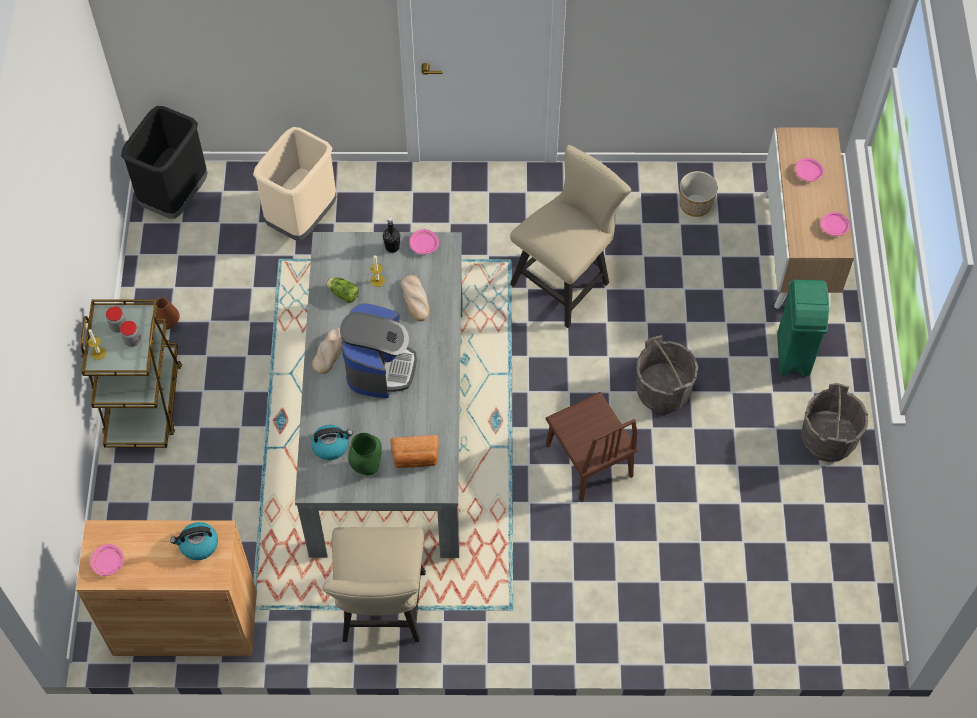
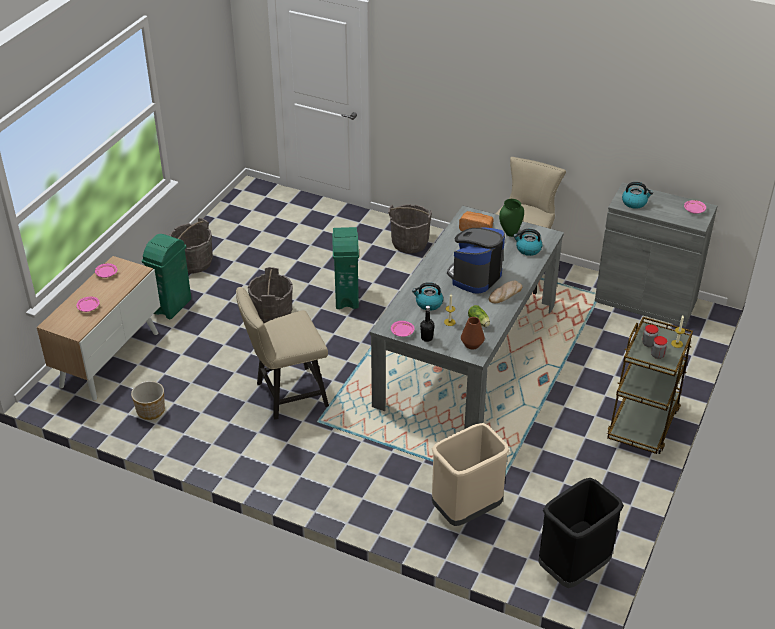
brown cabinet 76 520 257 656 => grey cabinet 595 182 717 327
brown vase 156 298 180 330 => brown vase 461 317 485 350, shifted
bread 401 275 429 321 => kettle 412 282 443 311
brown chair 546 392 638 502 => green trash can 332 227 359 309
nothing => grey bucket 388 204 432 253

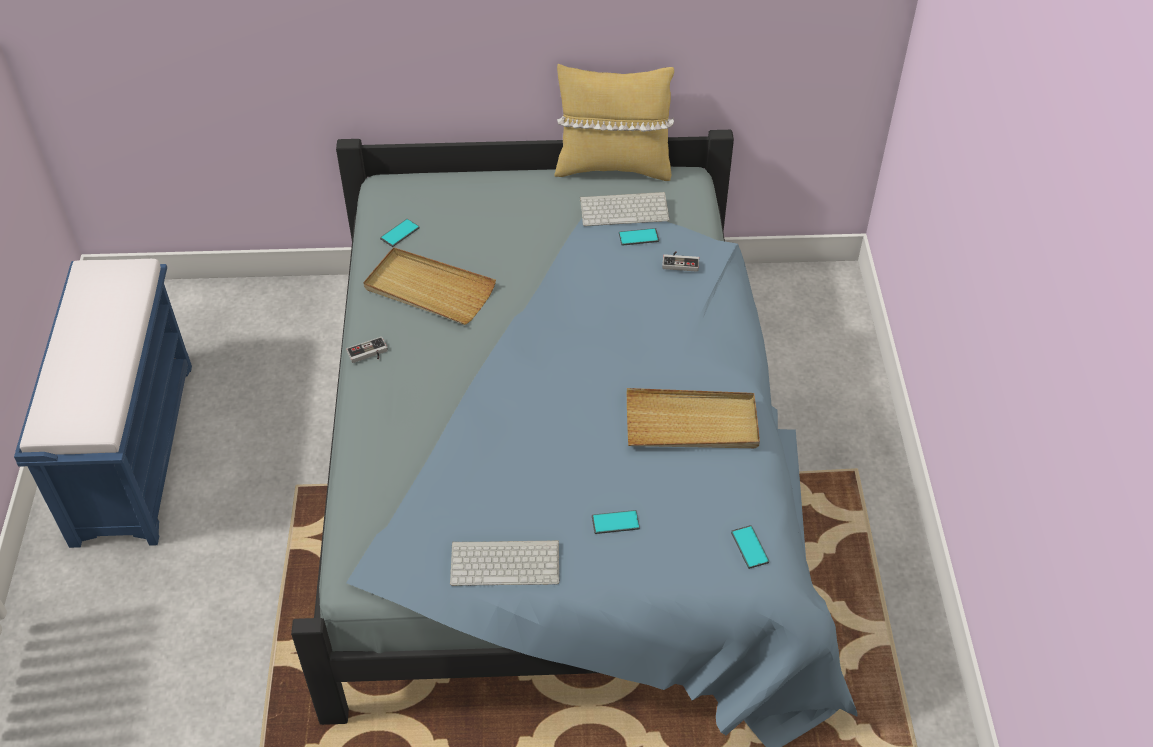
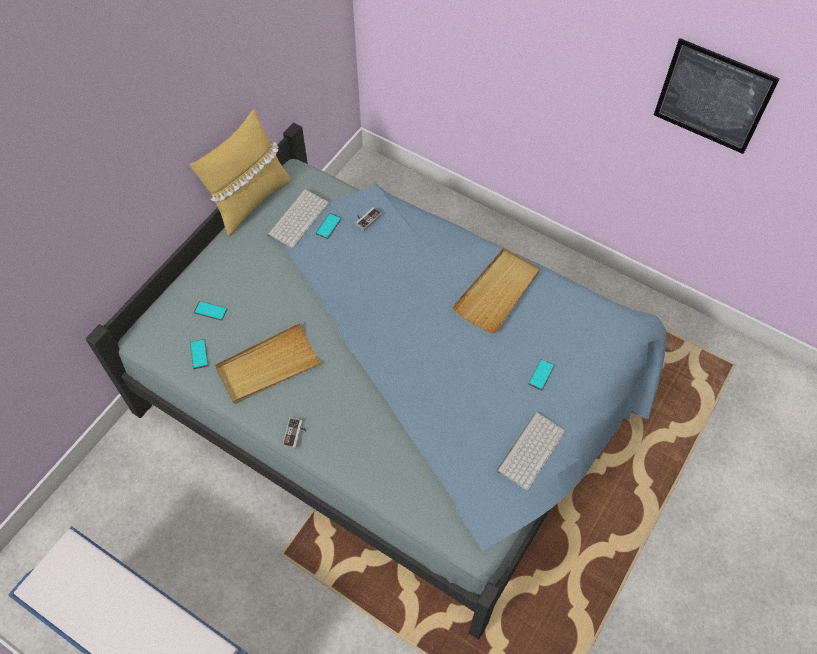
phone 731 525 769 569 => phone 194 301 227 321, shifted
nothing => picture 654 38 780 154

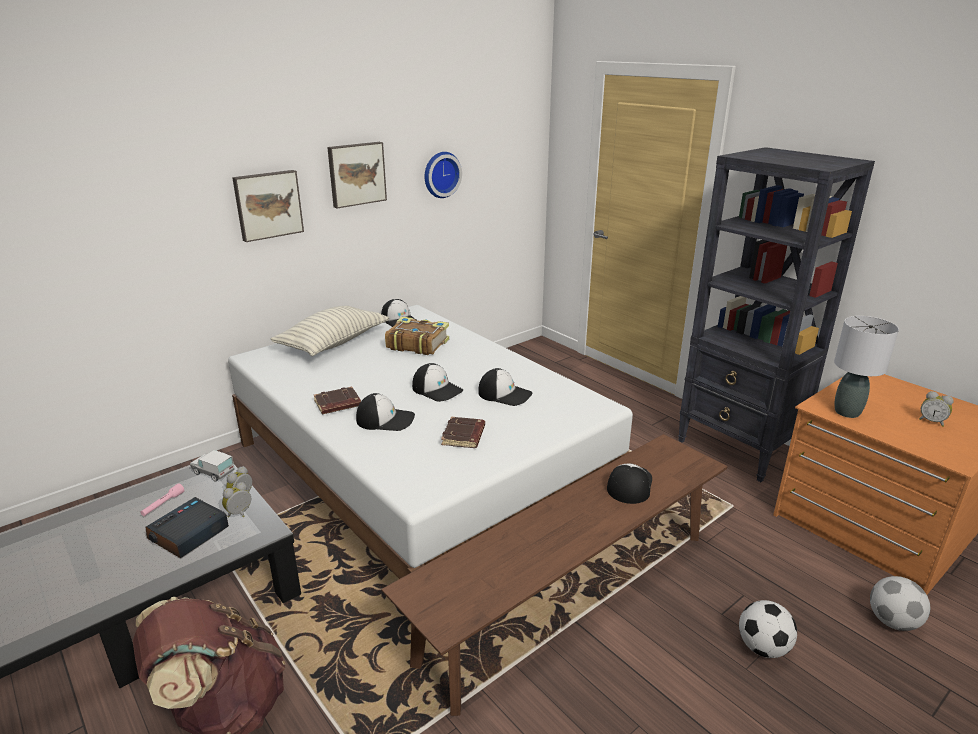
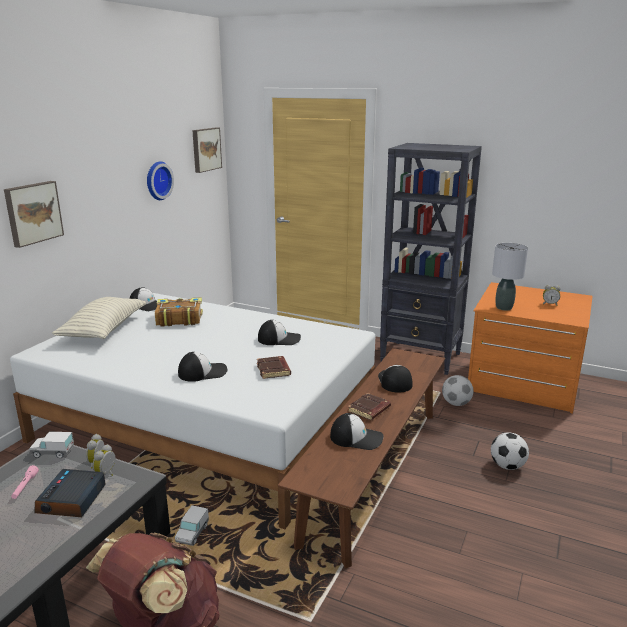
brown book 314 386 361 414 => brown book 348 393 391 420, shifted
picture 327 142 387 208 => picture 192 127 222 173, shifted
cap 412 363 463 402 => cap 330 413 384 450, shifted
football 870 576 930 631 => football 442 375 474 406, shifted
nothing => toy truck 175 505 209 546

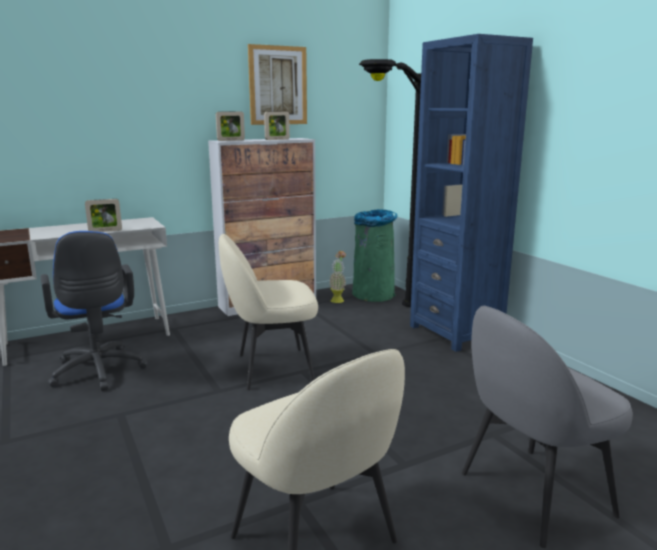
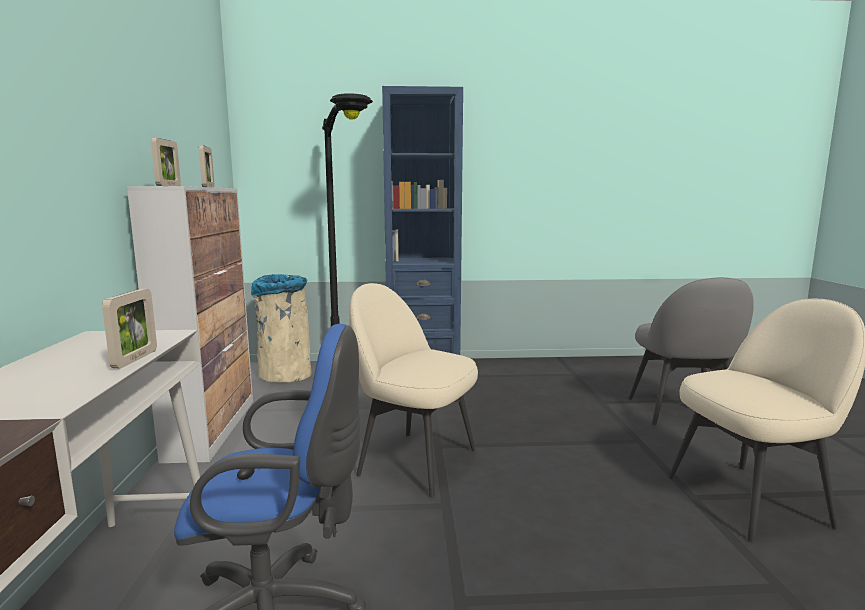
beige chair 219 234 318 390 => beige chair 349 283 478 497, 105 degrees clockwise
picture 248 44 307 125 => nothing
potted plant 329 251 346 303 => nothing
green trash can 352 209 397 302 => beige trash can 251 274 312 383

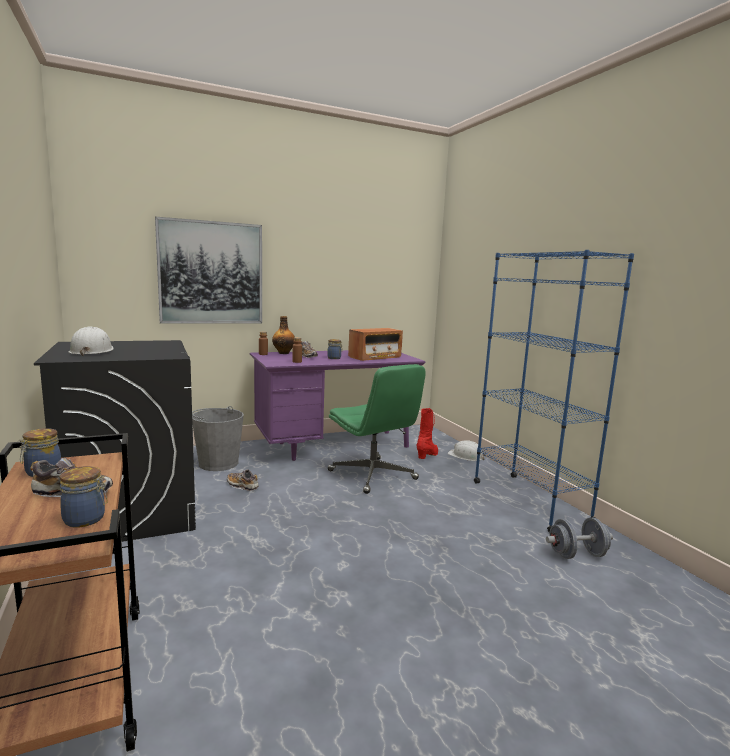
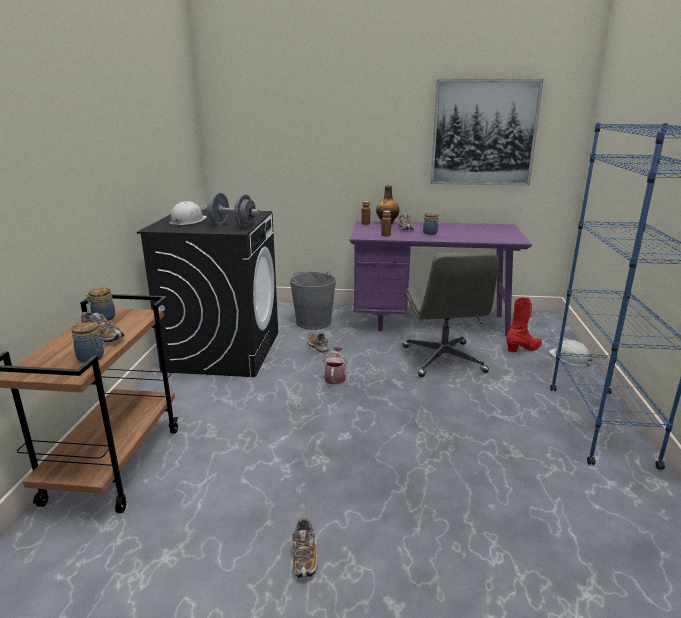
picture 155 217 262 324 => picture 431 79 543 186, shifted
green office chair 328 364 426 494 => grey office chair 403 251 499 377
radio 348 328 403 361 => nothing
grey dumbbell 546 518 613 559 => grey dumbbell 205 193 259 228, shifted
nothing => shoe 292 516 318 579
nothing => watering can 323 347 347 385

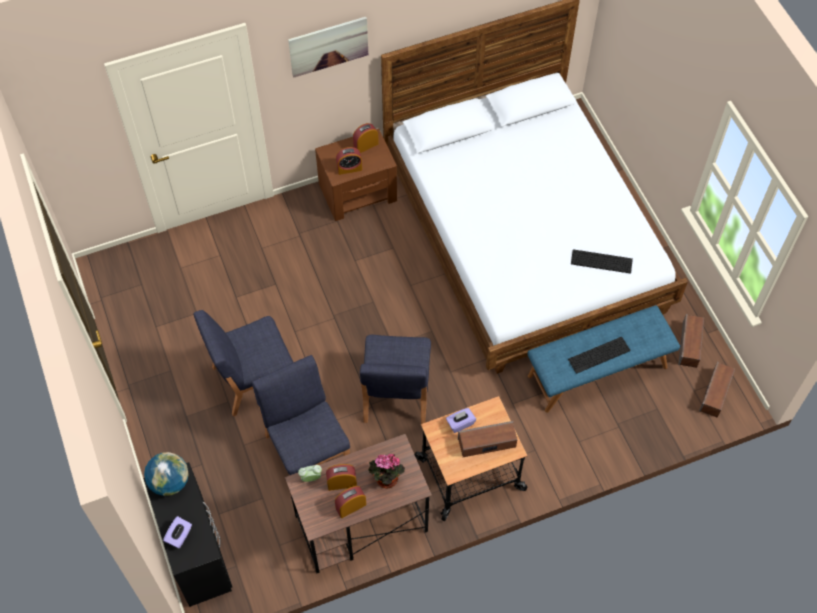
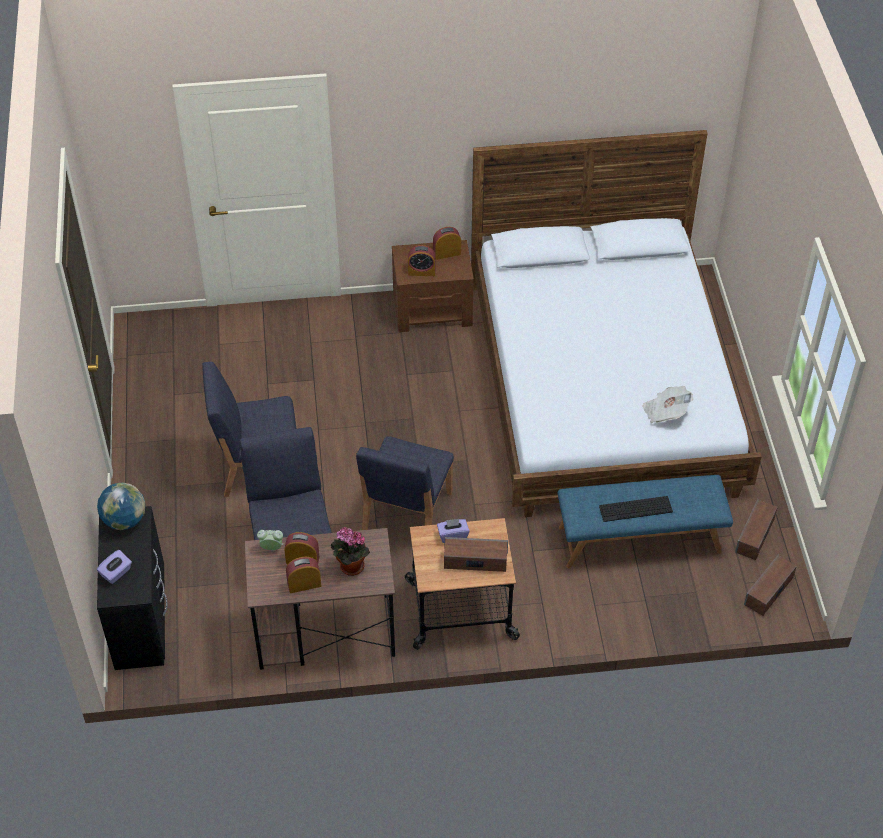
picture 288 17 368 78 => nothing
keyboard 571 249 633 274 => newspaper 643 386 693 423

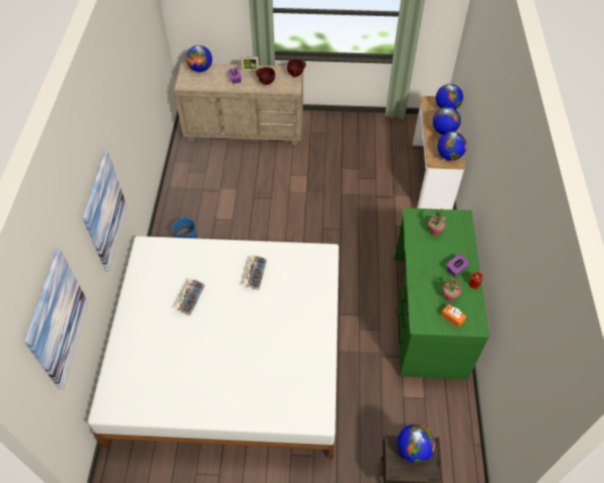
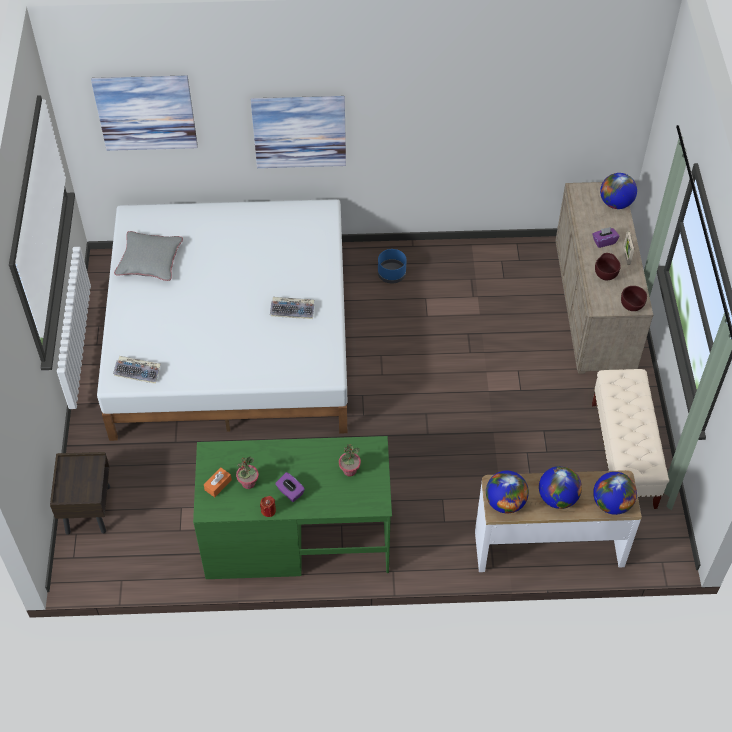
keyboard 174 278 205 316 => keyboard 113 356 161 384, shifted
globe 397 424 435 463 => nothing
nothing => grey pillow 114 231 183 281
nothing => beige bench 592 369 669 509

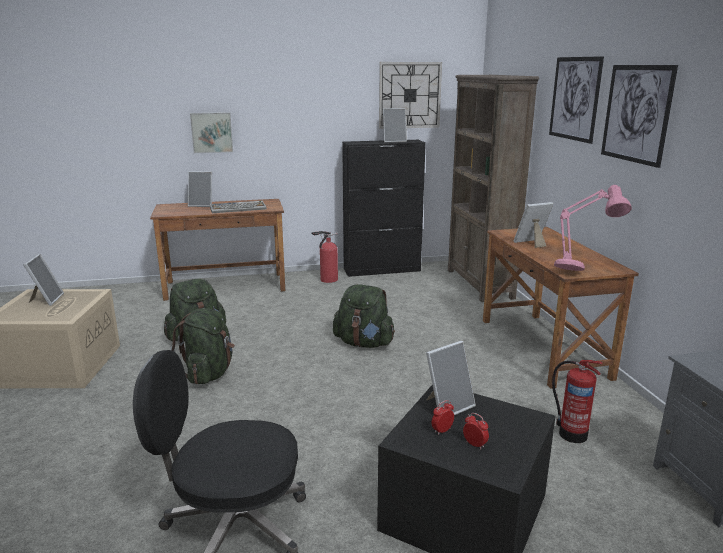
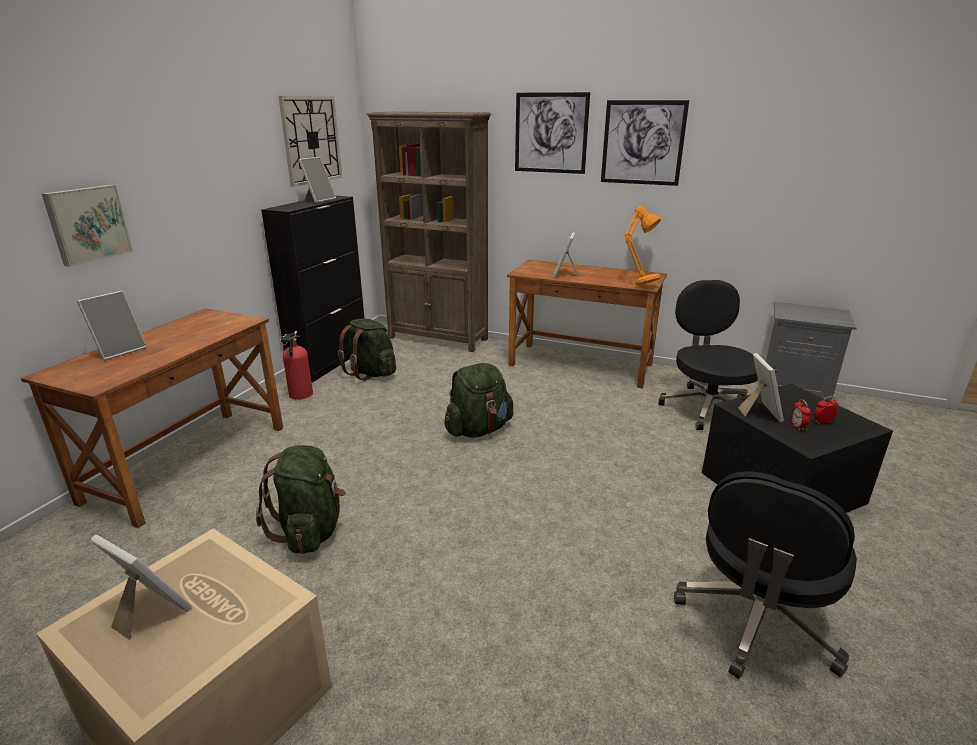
green backpack 170 308 235 385 => green backpack 338 318 396 381, shifted
keyboard 210 201 267 213 => nothing
fire extinguisher 552 360 603 443 => black office chair 658 280 758 430
pink table lamp 554 185 632 271 => orange table lamp 624 206 661 285

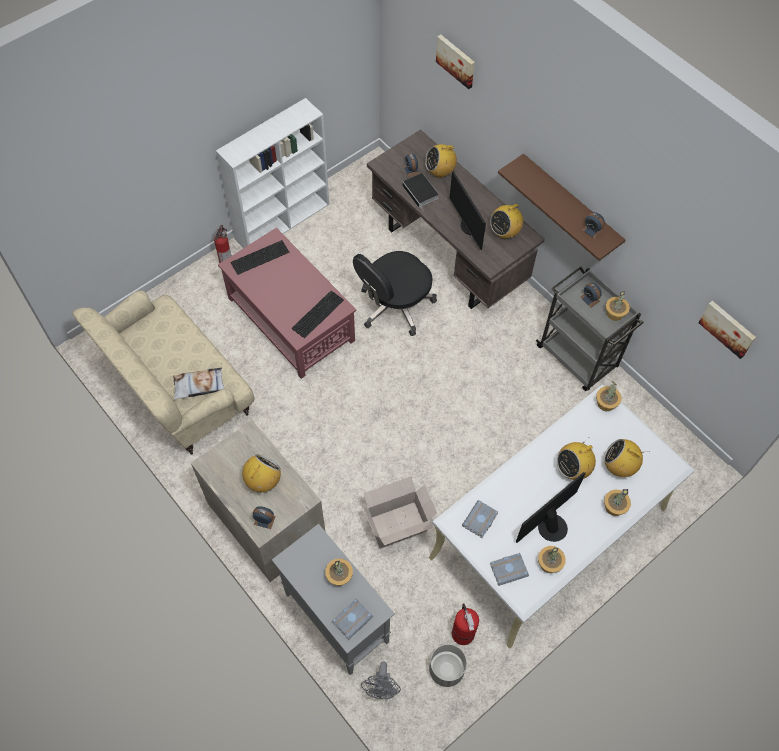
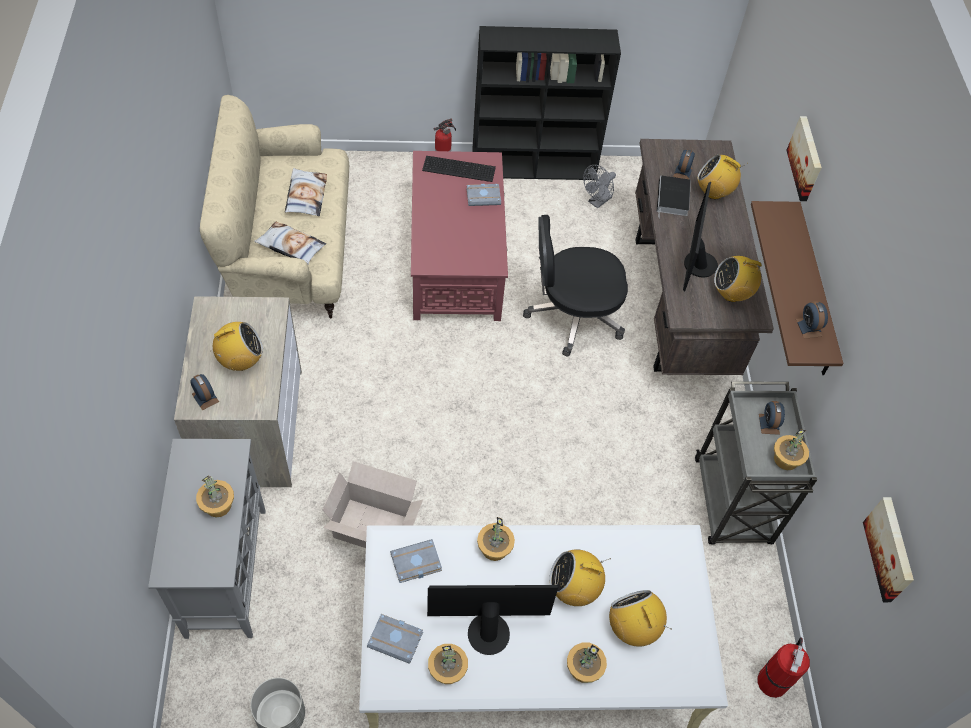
white bookcase 216 98 329 248 => black bookcase 472 26 621 180
keyboard 291 291 344 338 => nothing
grey book 332 599 373 640 => grey book 467 184 501 206, shifted
grey fan 361 662 401 699 => grey fan 583 165 616 209, shifted
picture 436 35 475 89 => picture 786 116 822 201, shifted
fire extinguisher 452 603 479 645 => fire extinguisher 757 638 810 698, shifted
potted plant 596 381 622 412 => potted plant 477 517 515 561, shifted
nothing => pillow 285 168 327 216

